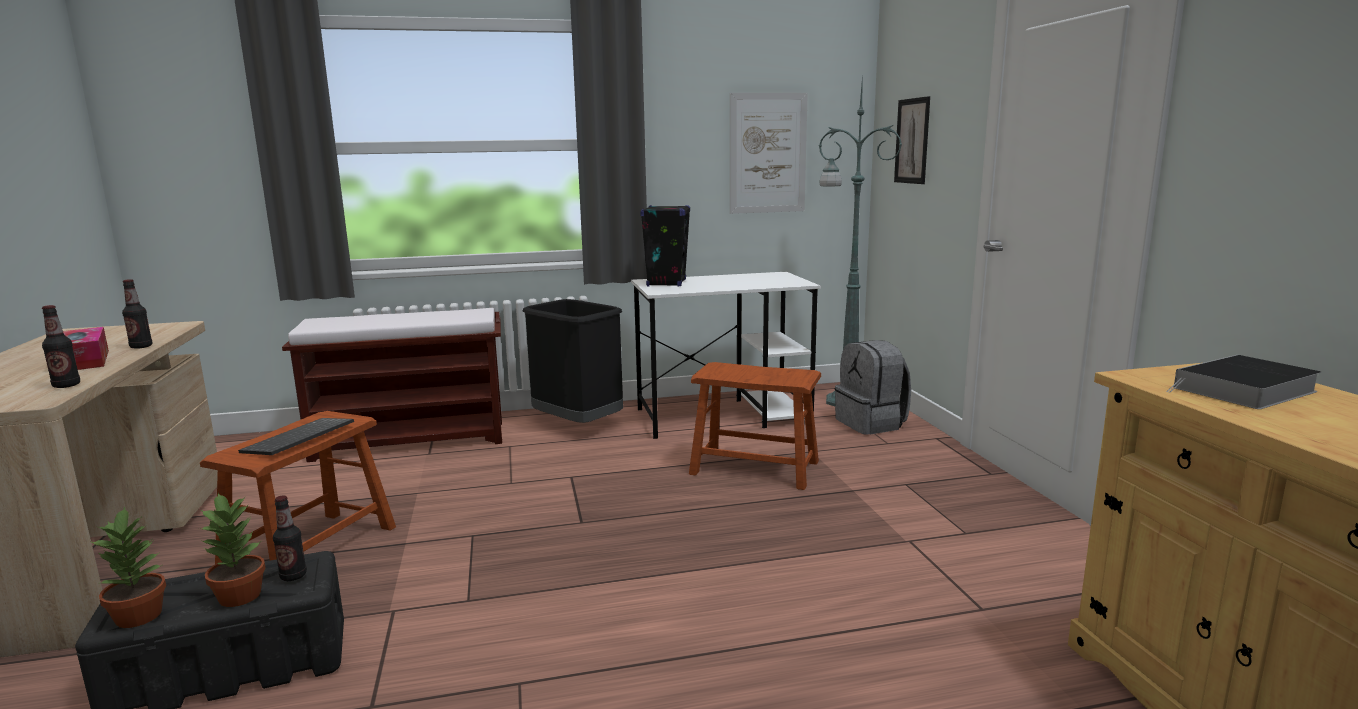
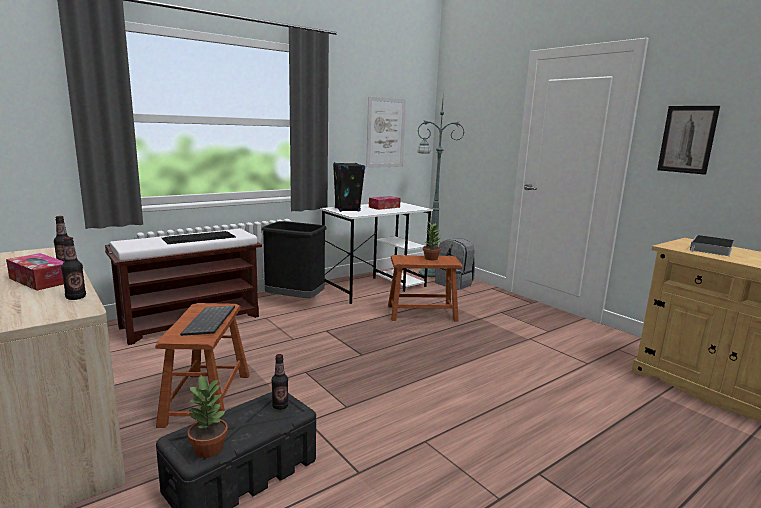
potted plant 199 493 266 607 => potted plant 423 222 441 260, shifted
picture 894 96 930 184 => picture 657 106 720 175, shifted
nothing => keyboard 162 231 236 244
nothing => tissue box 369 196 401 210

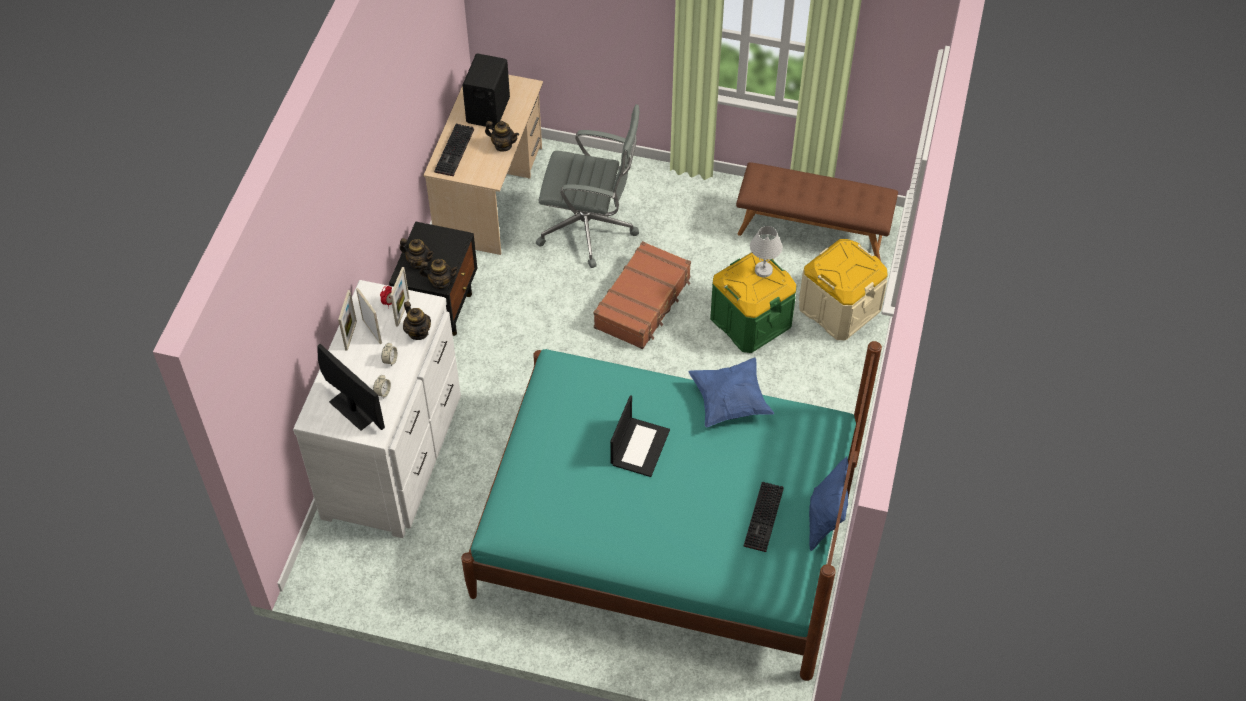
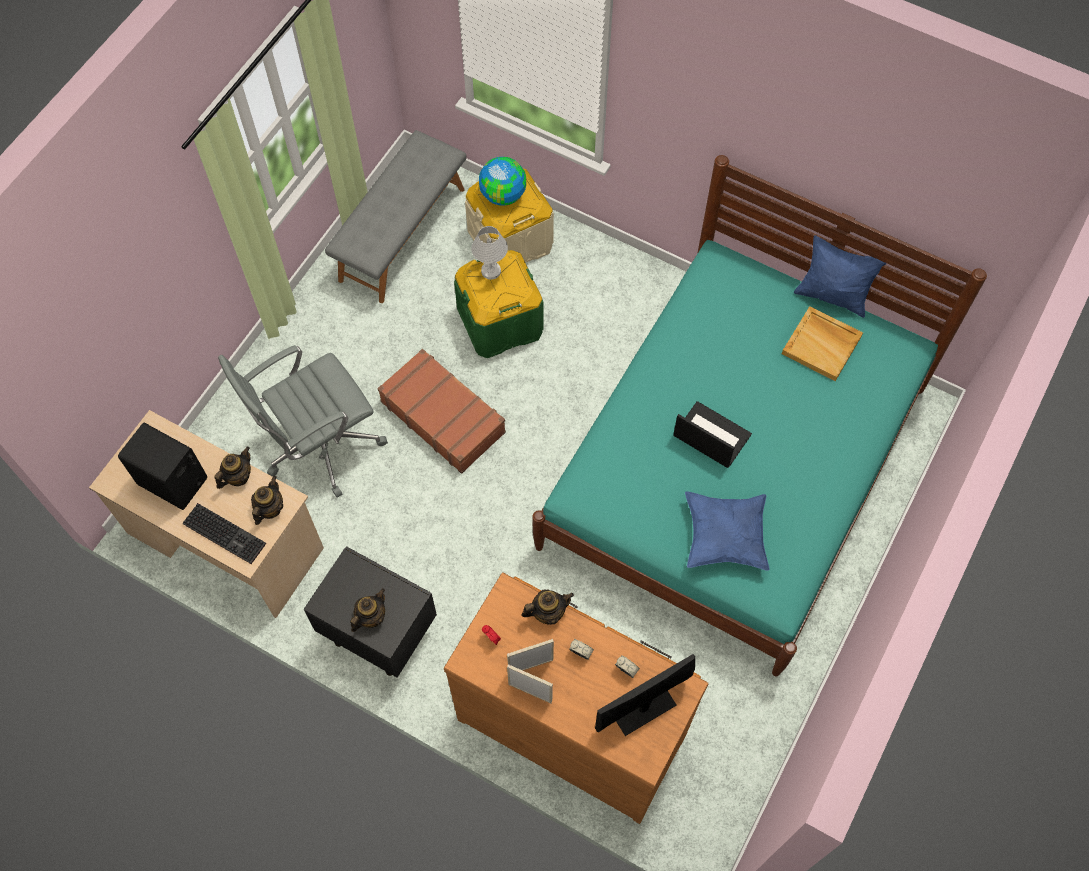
white dresser 293 280 461 538 => brown dresser 444 573 708 824
picture frame 390 267 410 327 => nothing
teapot 420 259 459 289 => teapot 251 476 283 525, shifted
grey office chair 536 104 640 268 => grey office chair 218 345 388 498, 150 degrees counterclockwise
blue pillow 688 357 774 427 => blue pillow 685 491 770 571, shifted
brown bench 736 162 898 261 => grey bench 325 130 466 303
keyboard 743 482 784 552 => beige tray 782 306 863 381
nothing => globe 479 157 526 206

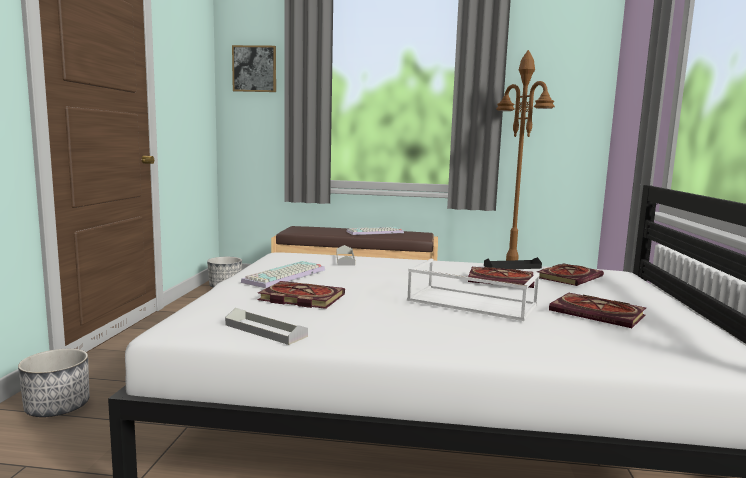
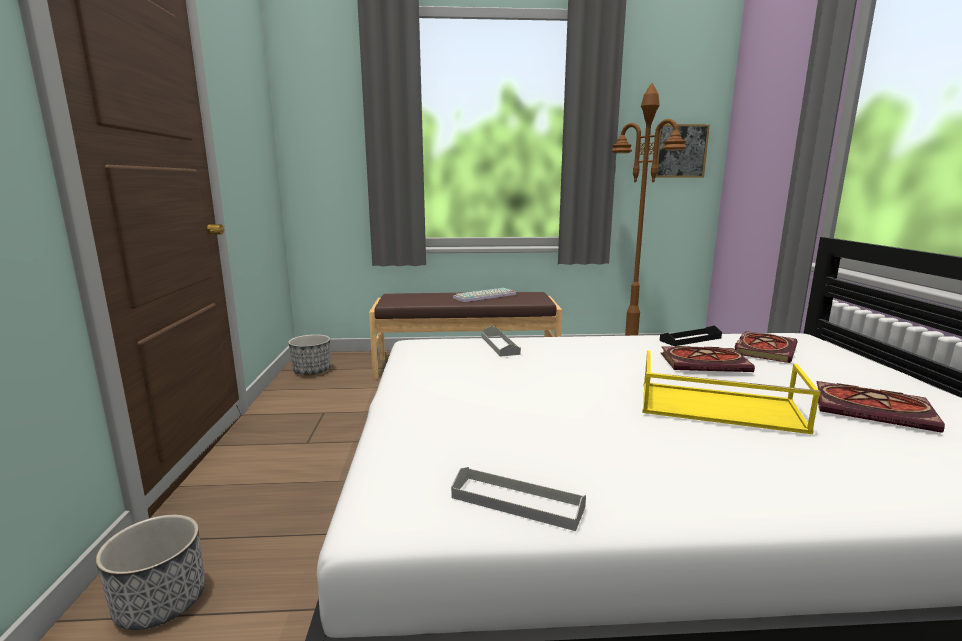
picture 232 45 276 92 => picture 656 124 710 178, shifted
keyboard 241 261 325 288 => nothing
book 258 281 345 309 => nothing
white tray 407 259 540 321 => yellow tray 642 350 821 434

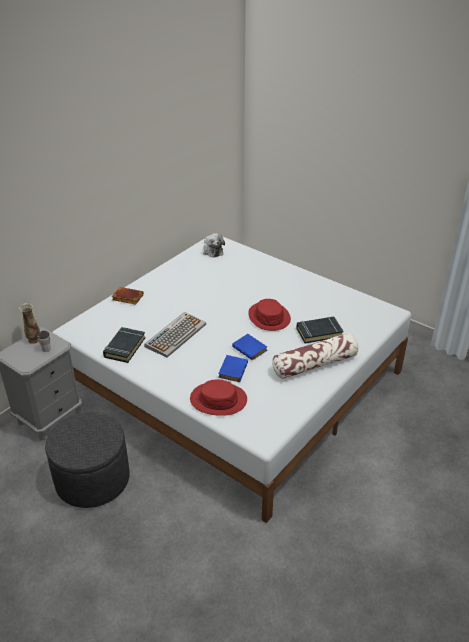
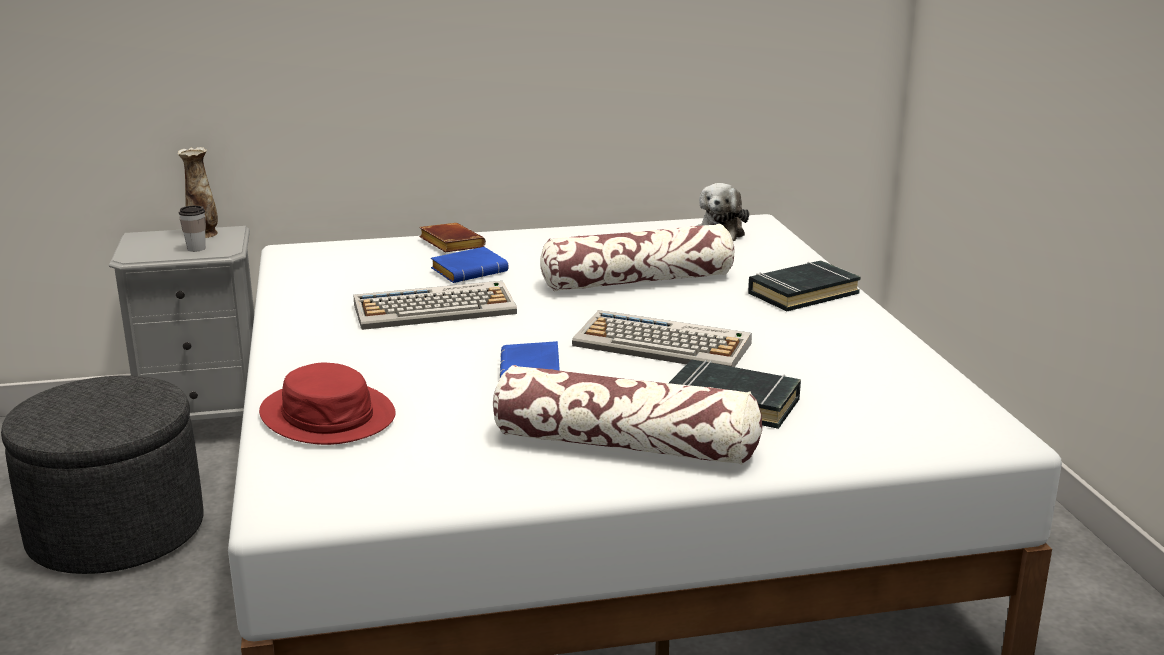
black book 103 327 146 363 => black book 748 260 861 311, shifted
blue book 218 355 248 382 => blue book 431 247 508 283, shifted
red hat 248 299 291 331 => keyboard 572 310 752 367
nothing => pillow 540 224 734 291

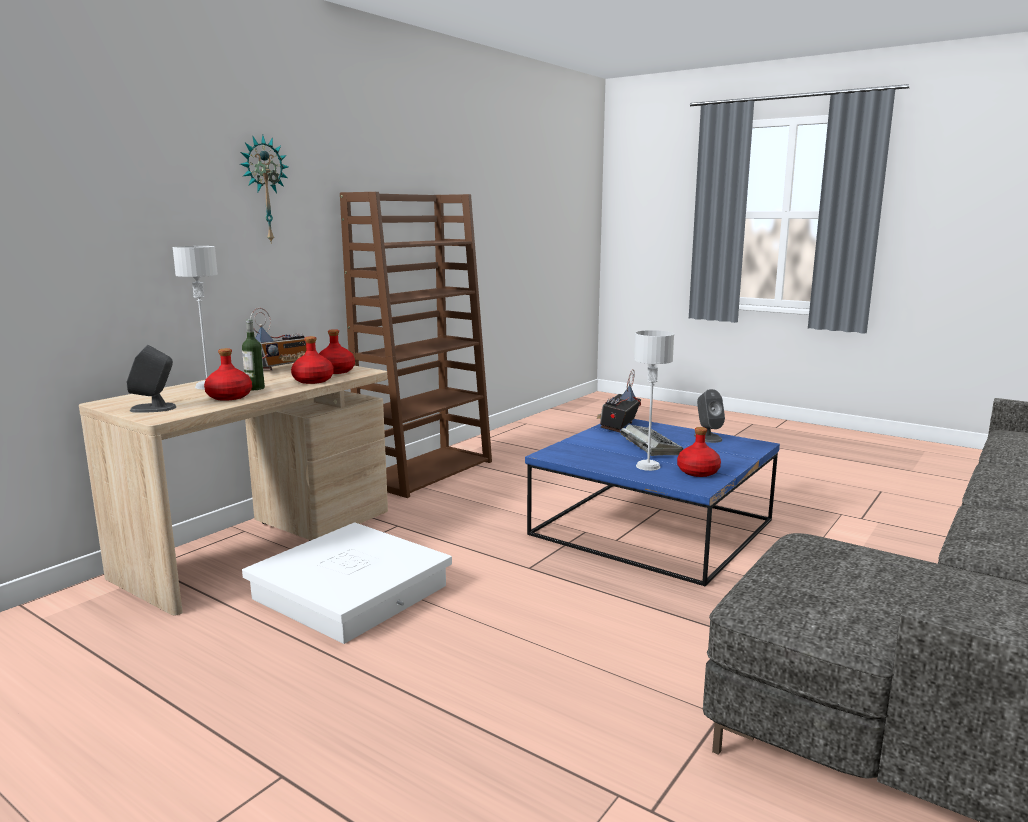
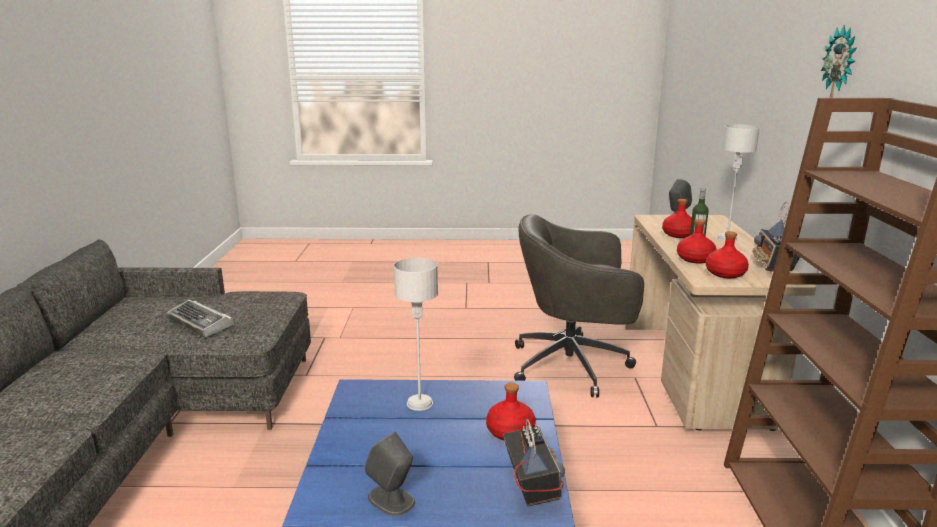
white storage box 242 523 452 644 => grey office chair 514 214 644 398
keyboard 621 424 683 456 => keyboard 166 299 235 338, shifted
red bottle 677 427 721 477 => red bottle 486 382 536 440, shifted

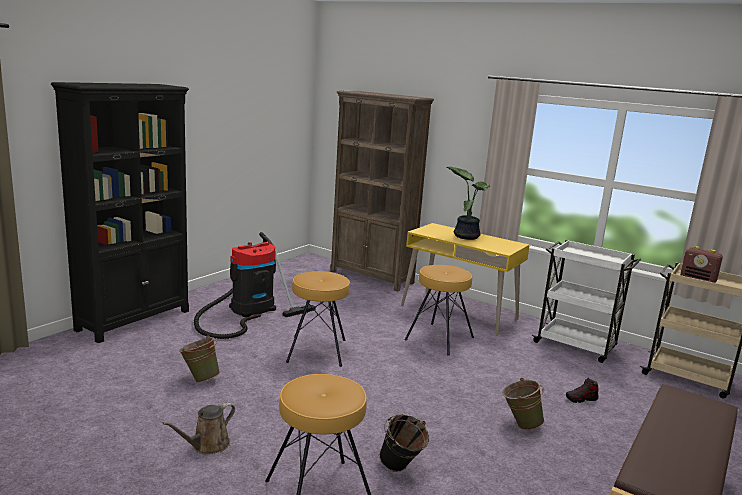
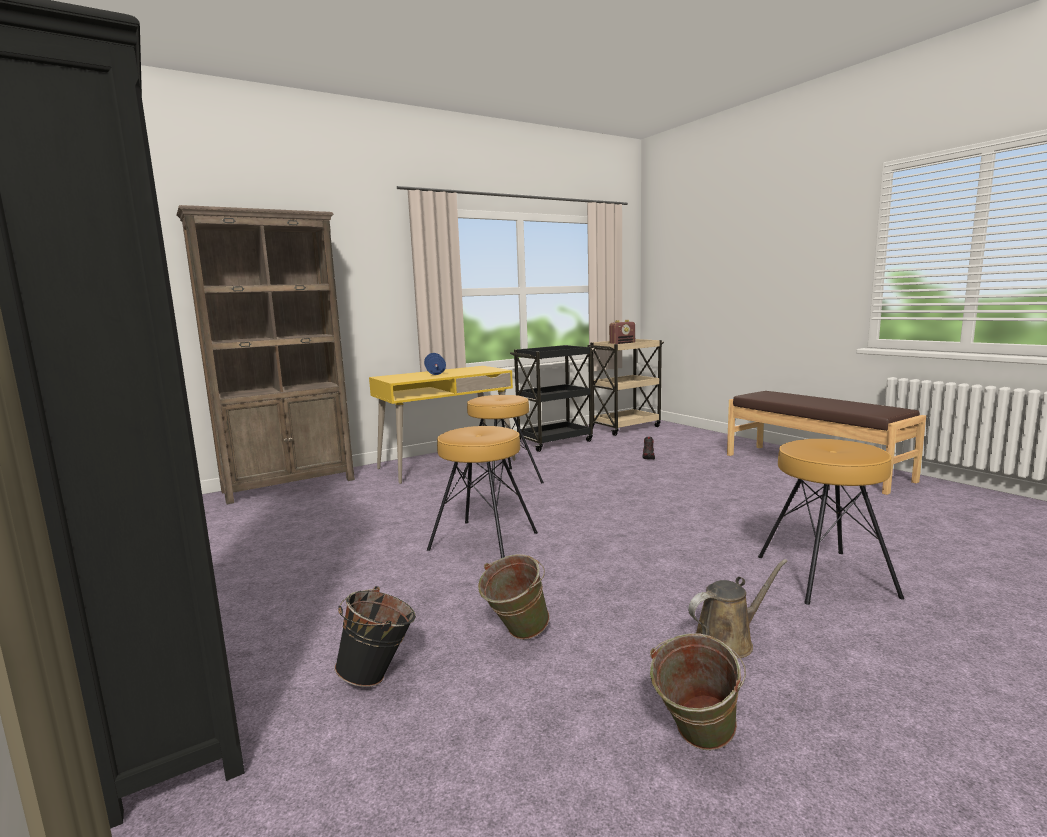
brown watering can 163 402 235 454 => brown watering can 688 559 788 658, 90 degrees counterclockwise
vacuum cleaner 194 232 316 339 => nothing
black bucket 379 414 429 472 => black bucket 334 586 416 687, shifted
potted plant 446 167 490 240 => blue dumbbell 424 353 446 375
green bucket 502 378 545 430 => green bucket 650 633 746 750, shifted
white cart 532 240 641 363 => black cart 510 345 595 452

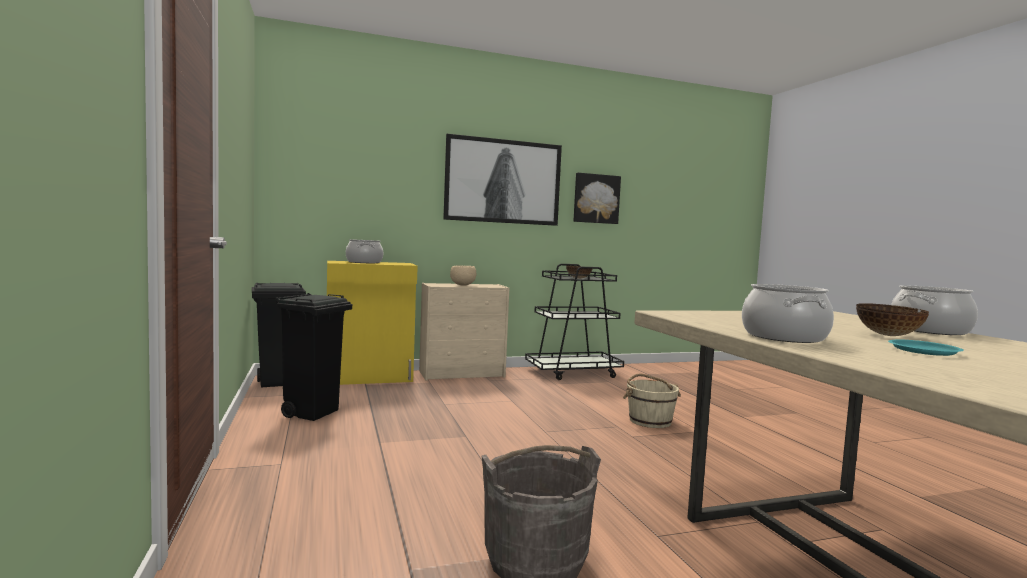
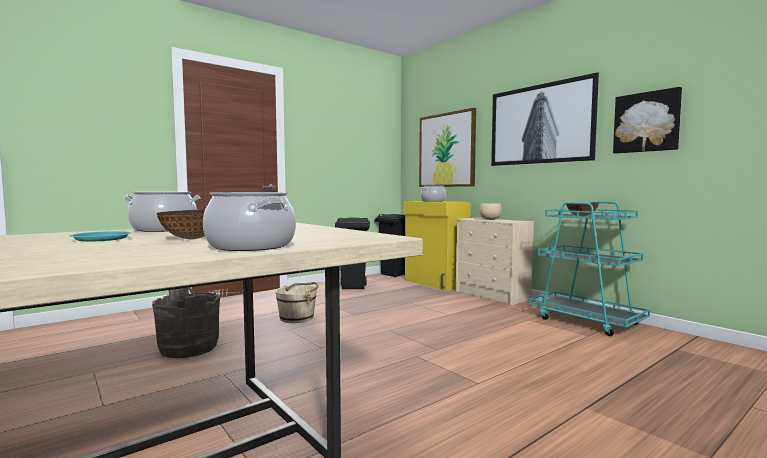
black cart 525 264 624 380 => turquoise cart 529 201 650 336
beige bucket 623 374 681 428 => beige bucket 275 282 318 323, shifted
nothing => picture 419 108 476 187

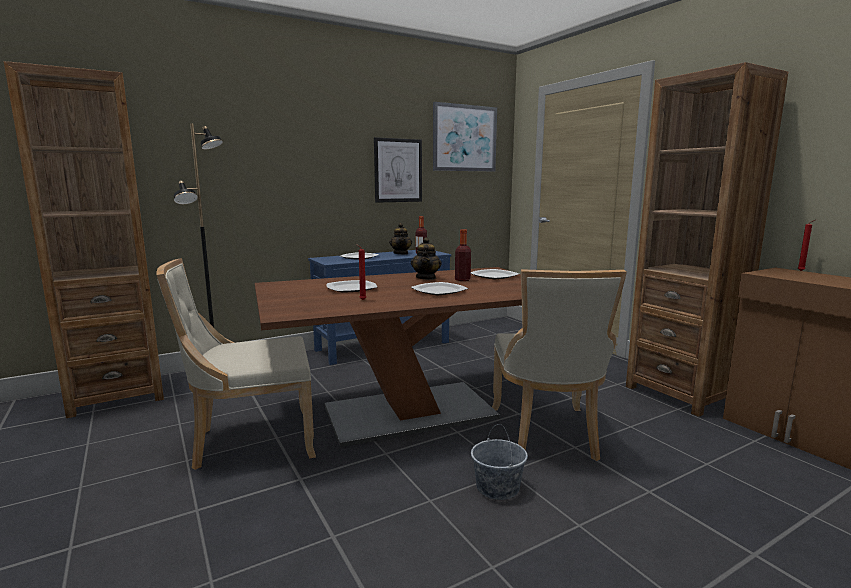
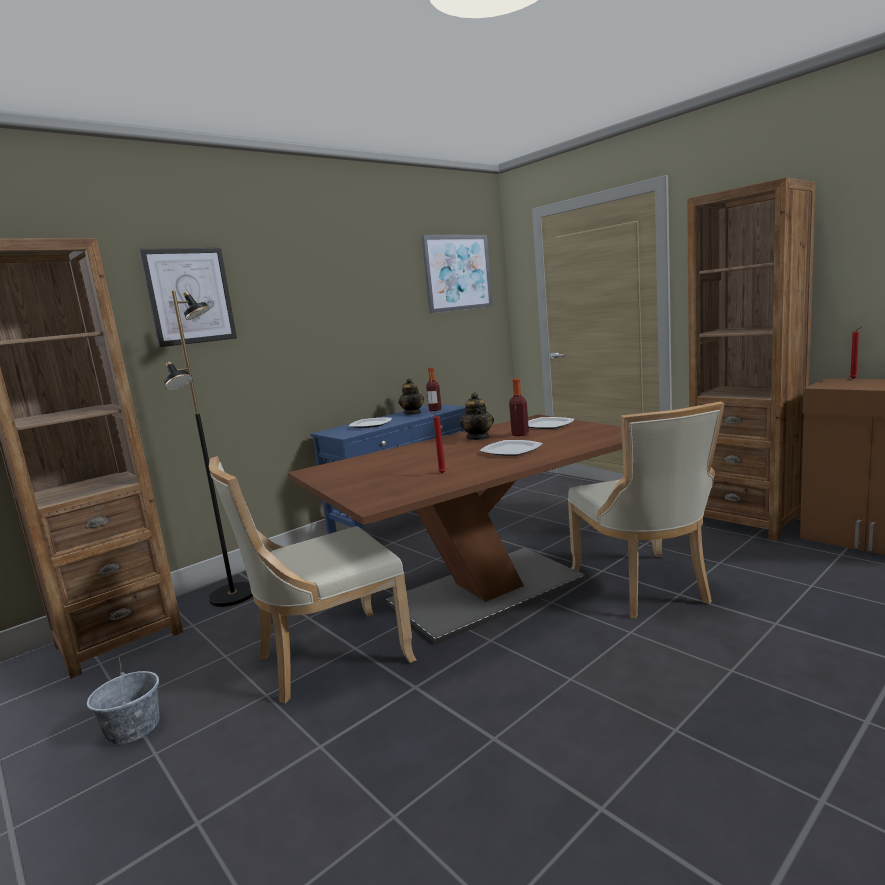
plate 327 280 377 293 => nothing
picture 374 137 422 203 => picture 139 248 237 347, shifted
grey bucket 471 424 528 500 => grey bucket 87 657 159 745, shifted

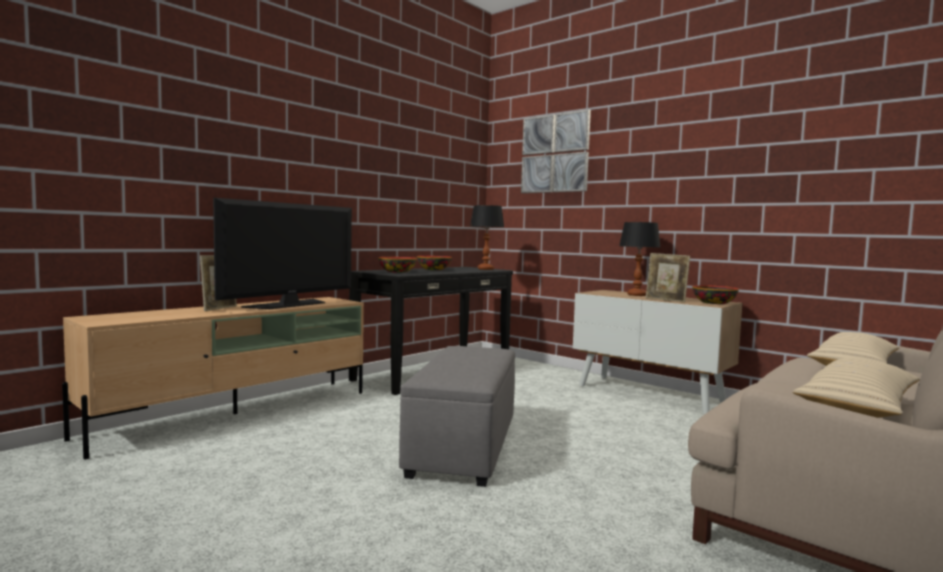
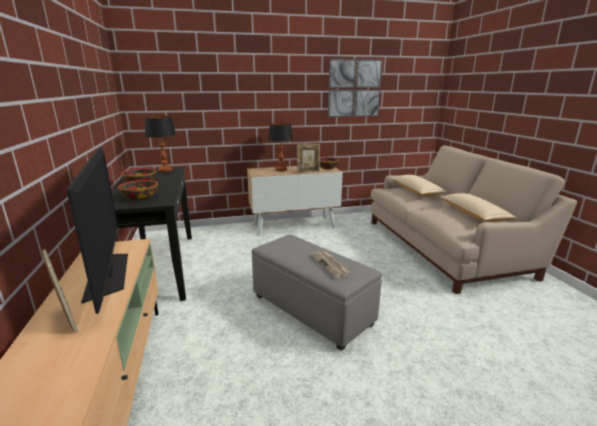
picture 521 109 591 193 => picture 328 59 383 117, shifted
nothing => newspaper 310 251 351 279

